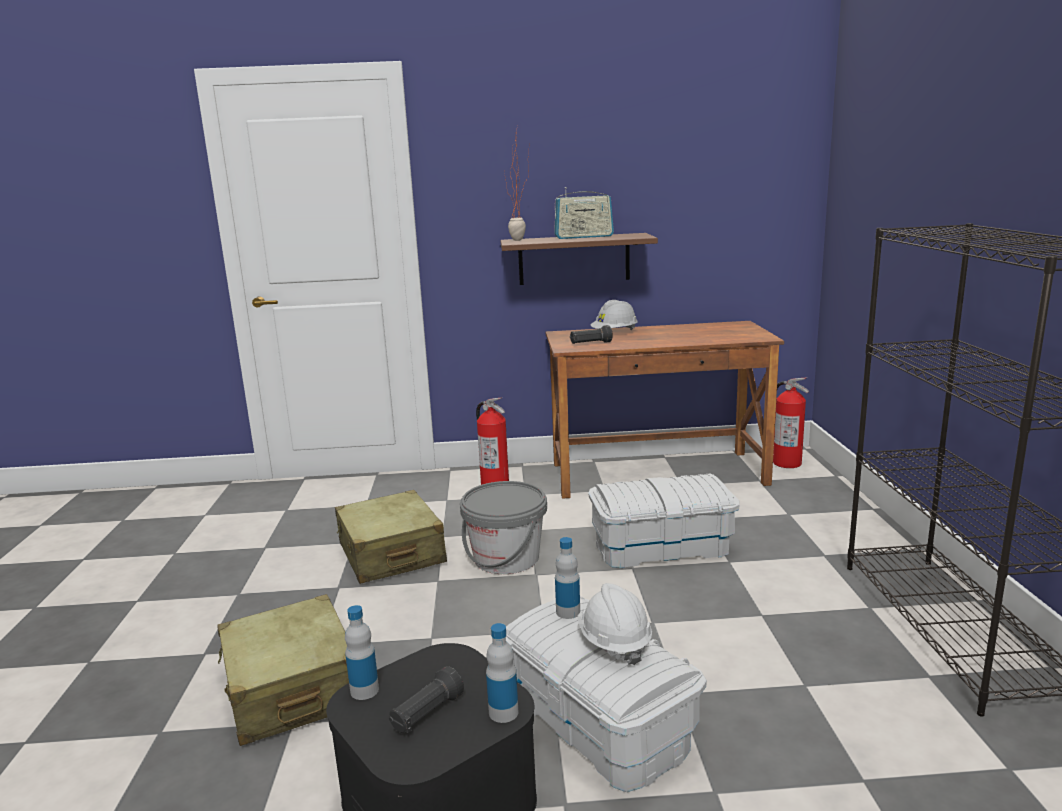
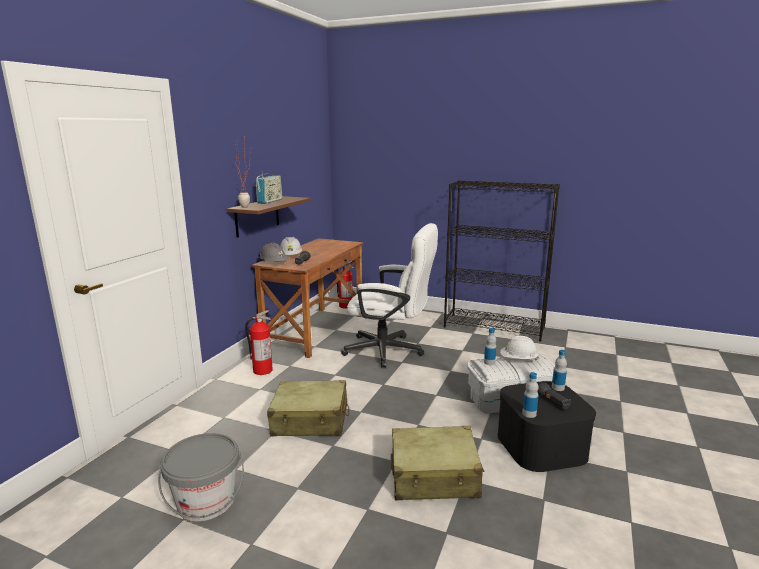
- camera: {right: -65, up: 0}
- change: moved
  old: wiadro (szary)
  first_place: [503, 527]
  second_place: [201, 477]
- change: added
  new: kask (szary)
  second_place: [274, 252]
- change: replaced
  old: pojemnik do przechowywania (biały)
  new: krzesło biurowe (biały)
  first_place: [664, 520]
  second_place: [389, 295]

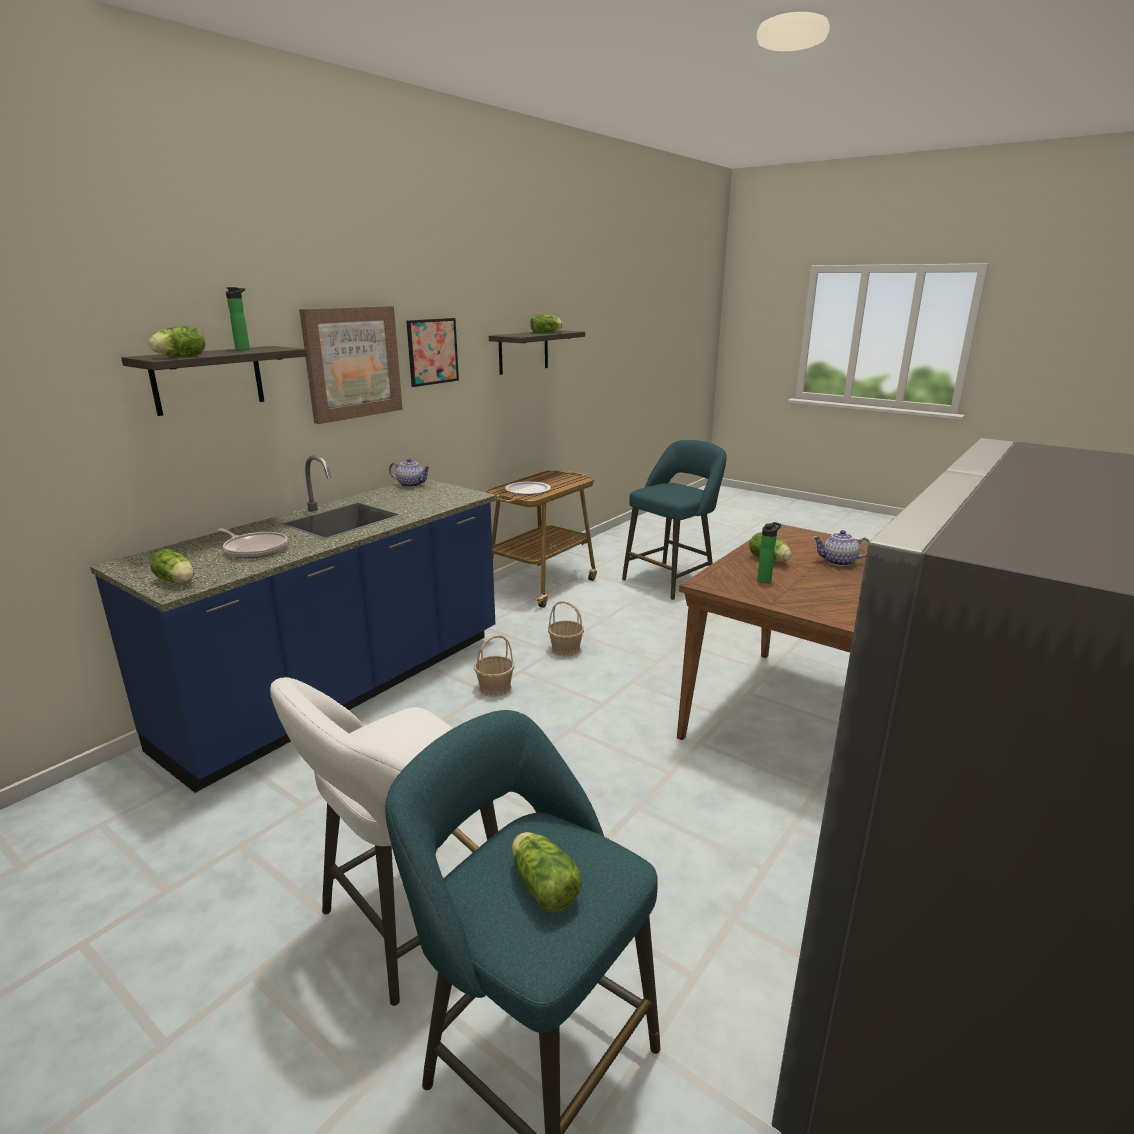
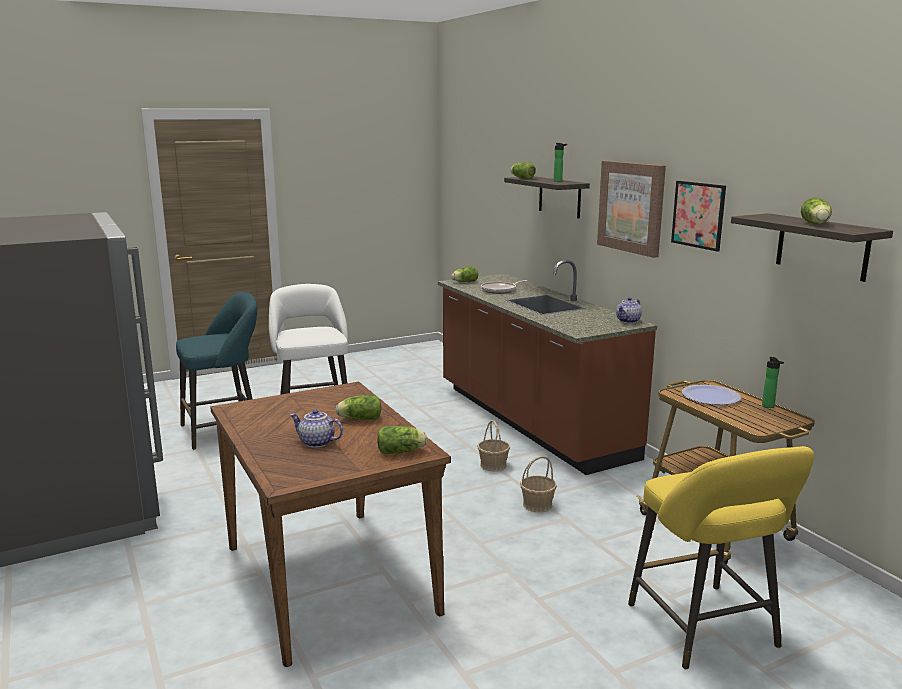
- camera: {right: 115, up: -5}
- change: turned
  old: imbryk
  first_place: [841, 548]
  second_place: [316, 428]
  degrees: -105
- change: moved
  old: sałata
  first_place: [547, 872]
  second_place: [402, 440]
- change: recoloured
  old: zabudowa kuchenna (niebieski)
  new: zabudowa kuchenna (brązowy)
  first_place: [293, 624]
  second_place: [547, 367]
- change: recoloured
  old: stołek (turkusowy)
  new: stołek (żółty)
  first_place: [674, 520]
  second_place: [721, 558]
- change: moved
  old: butelka
  first_place: [769, 552]
  second_place: [773, 382]

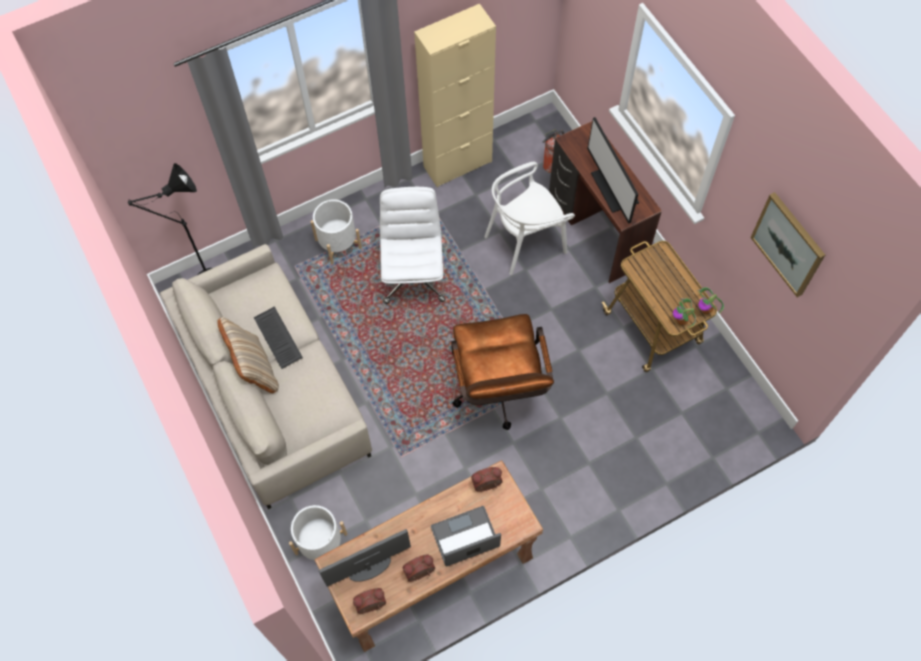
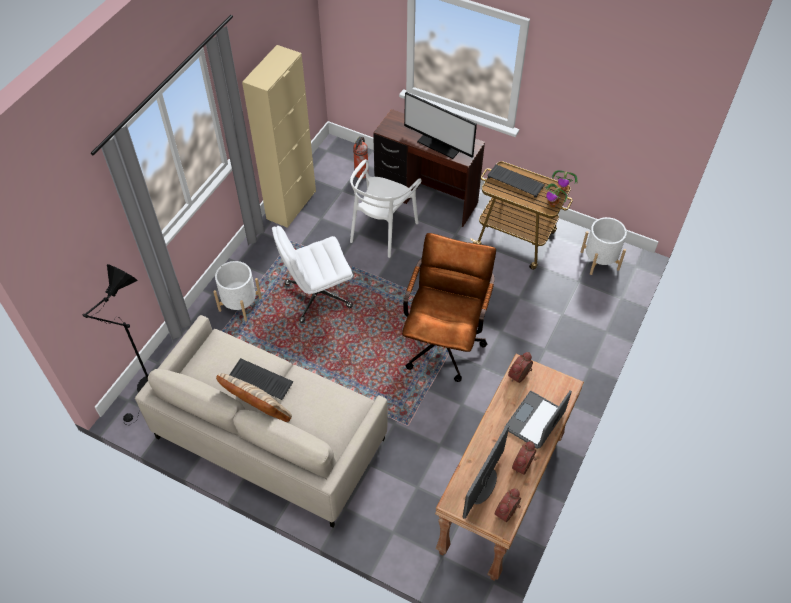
- camera: {right: -35, up: -10}
- change: turned
  old: krzesło biurowe (biały)
  first_place: [412, 245]
  second_place: [312, 274]
  degrees: -75
- change: turned
  old: krzesło biurowe (brązowy)
  first_place: [502, 372]
  second_place: [449, 307]
  degrees: -120
- change: added
  new: klawiatura
  second_place: [516, 181]
- change: moved
  old: donica (biały)
  first_place: [318, 532]
  second_place: [604, 246]
- change: removed
  old: obraz
  first_place: [787, 244]

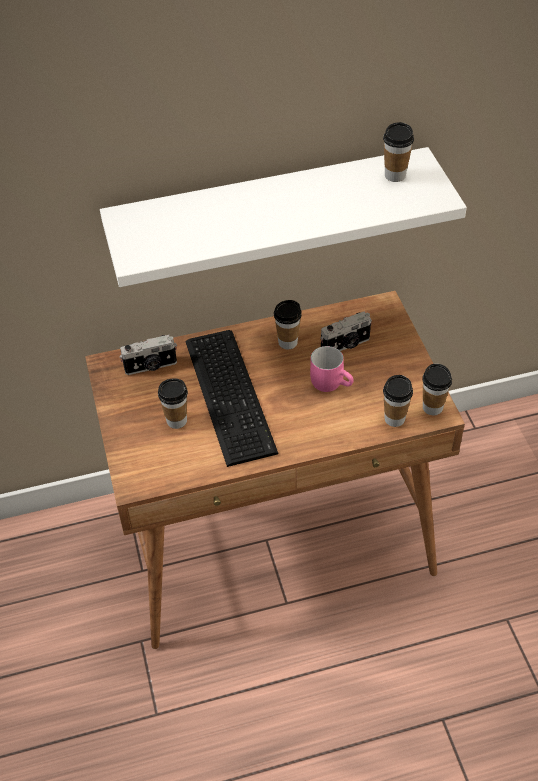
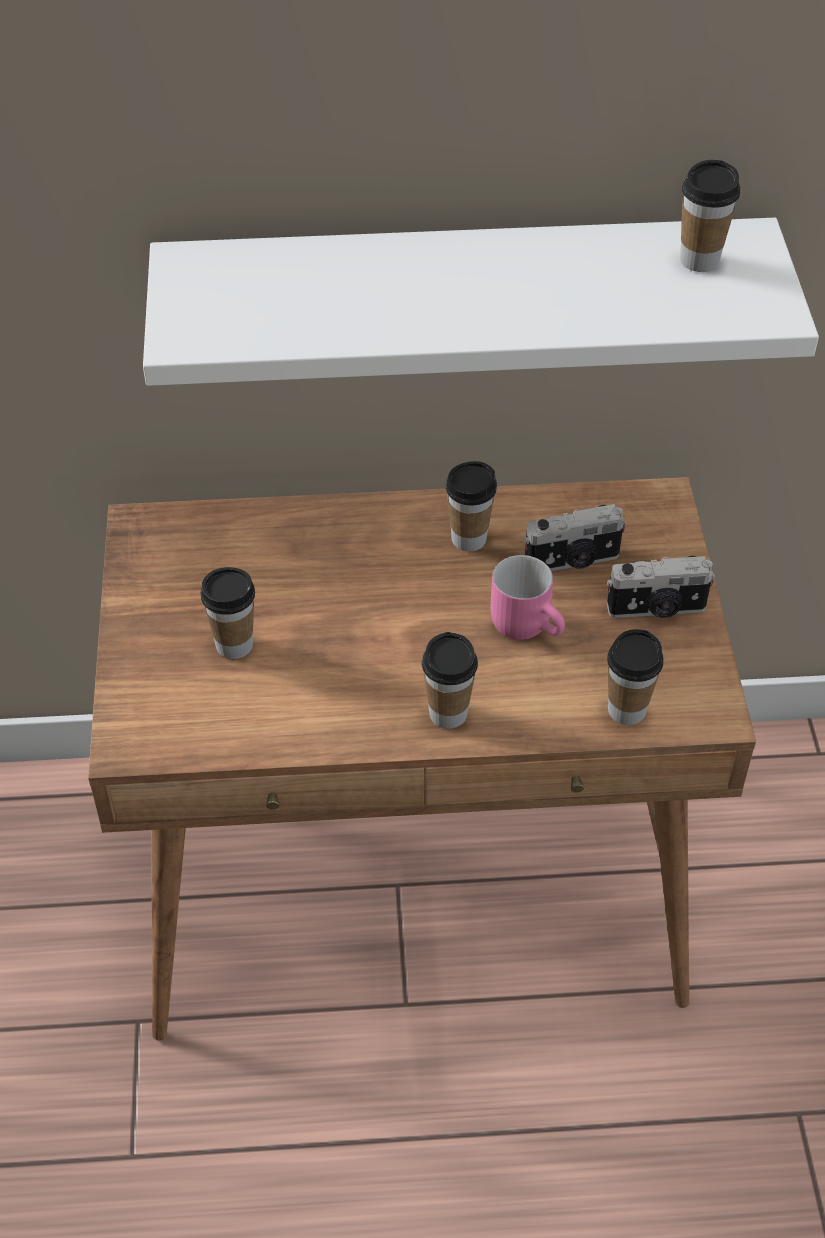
- camera: {right: 10, up: 0}
- change: moved
  old: filiżanka
  first_place: [437, 389]
  second_place: [450, 680]
- change: moved
  old: aparat fotograficzny
  first_place: [148, 355]
  second_place: [661, 587]
- change: removed
  old: klawiatura
  first_place: [231, 398]

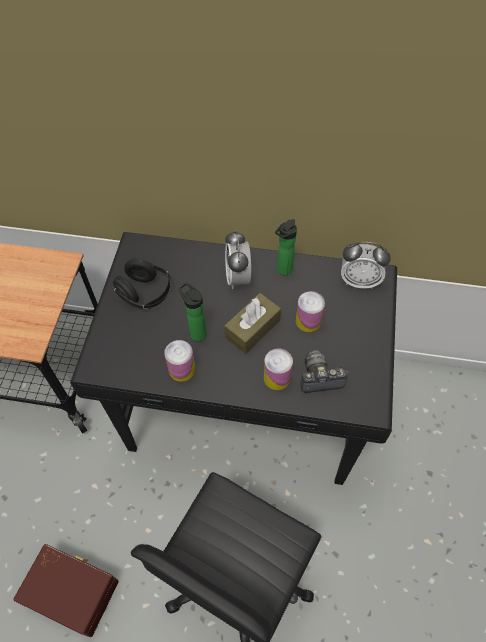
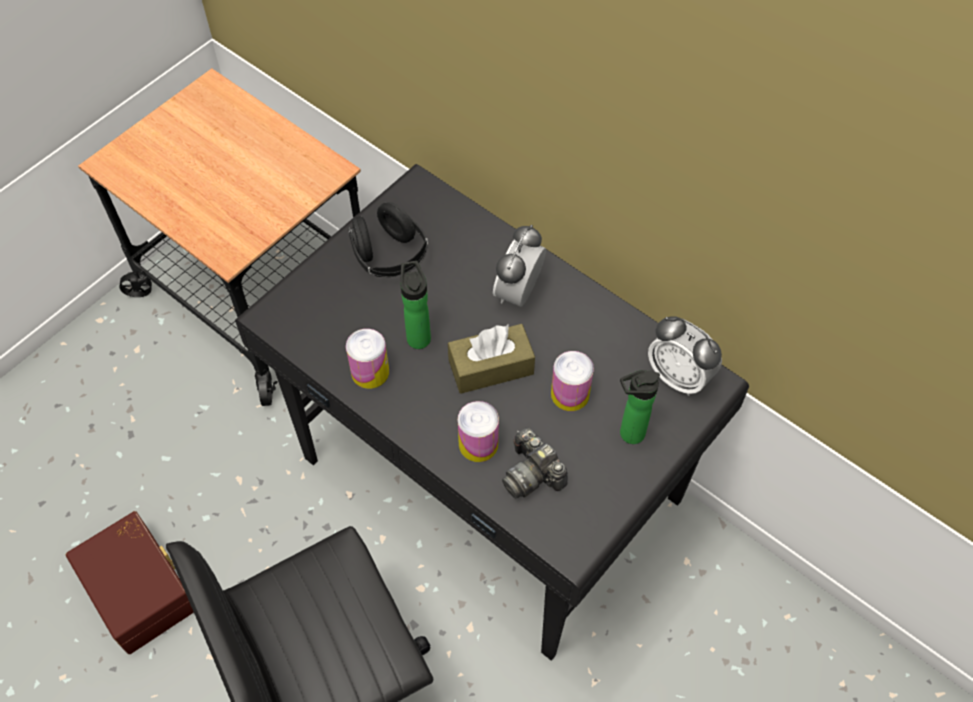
- camera: {right: 30, up: 0}
- change: turned
  old: aparat fotograficzny
  first_place: [324, 371]
  second_place: [534, 463]
  degrees: -150
- change: moved
  old: butelka
  first_place: [286, 247]
  second_place: [640, 407]

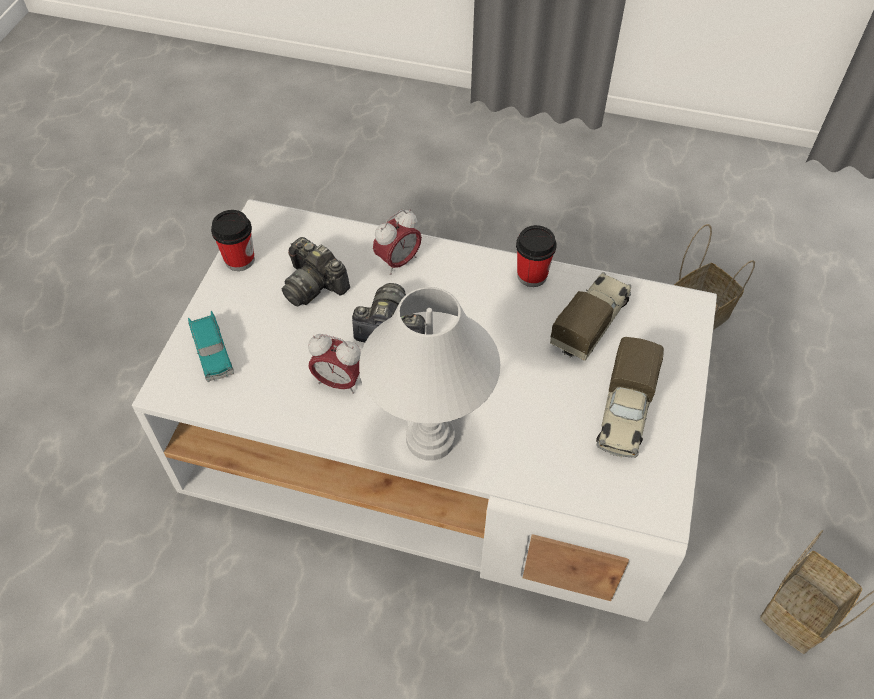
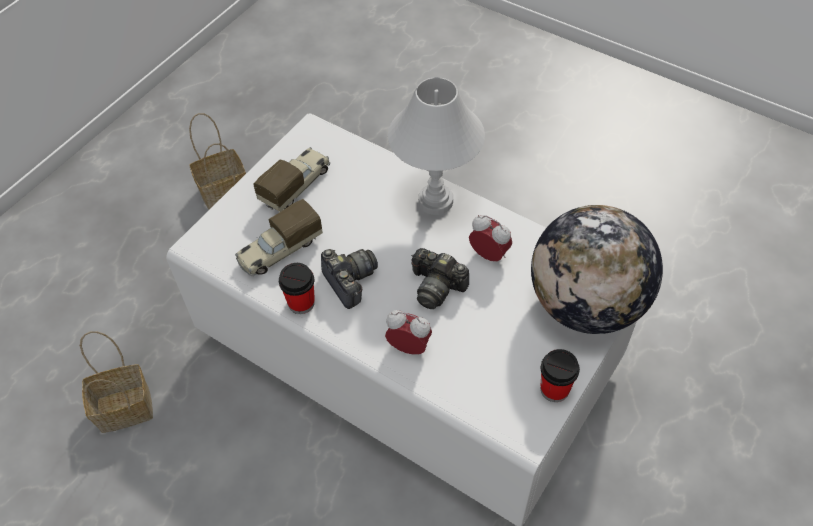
- camera: {right: -160, up: 0}
- change: moved
  old: aparat fotograficzny
  first_place: [316, 271]
  second_place: [349, 279]
- change: turned
  old: budzik
  first_place: [397, 242]
  second_place: [408, 332]
  degrees: 45
- change: replaced
  old: samochodzik
  new: globus
  first_place: [211, 346]
  second_place: [597, 269]

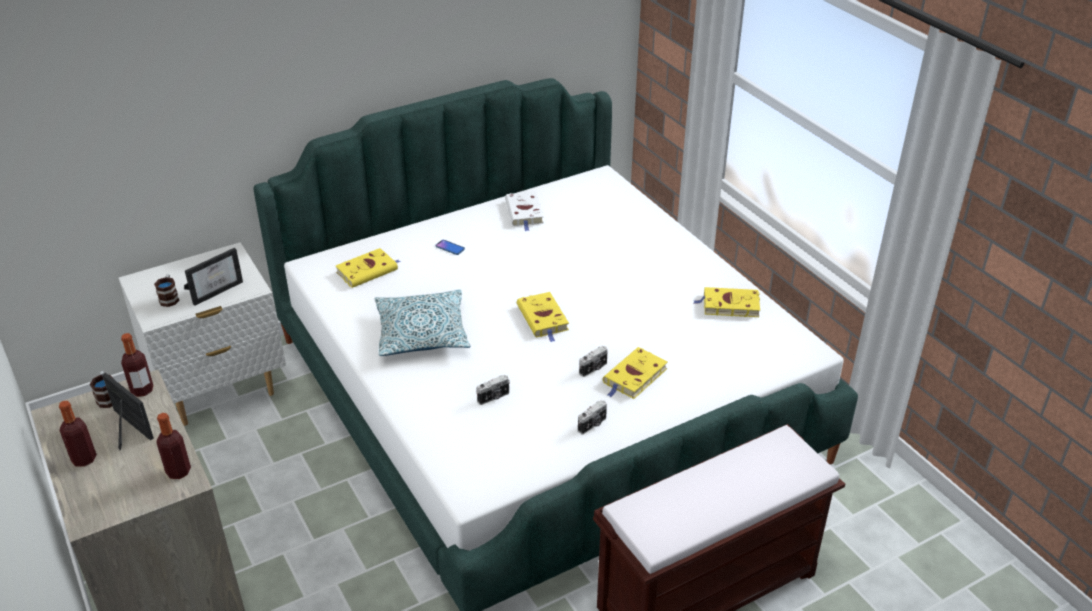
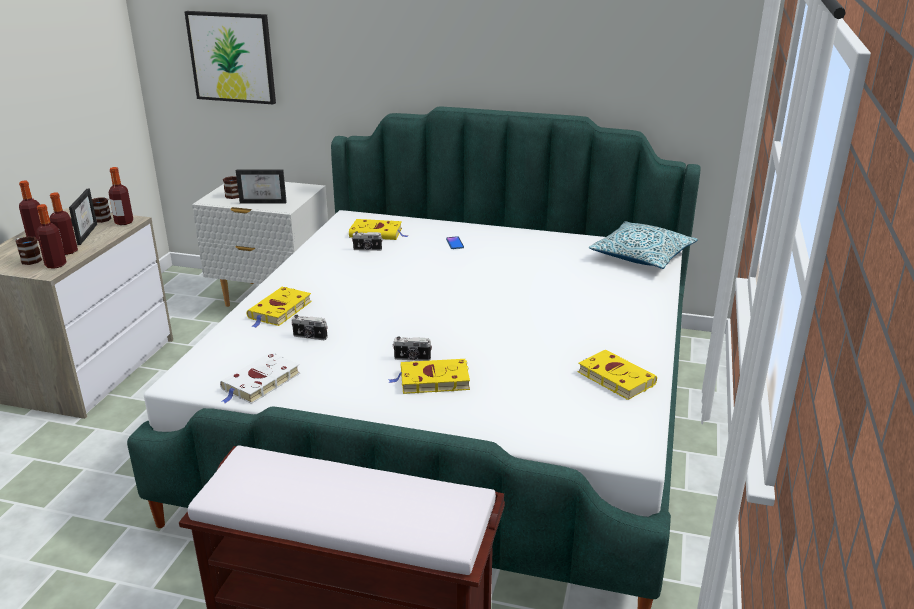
- camera: {right: 45, up: -10}
- change: added
  new: kubek
  second_place: [28, 250]
- change: added
  new: butelka
  second_place: [64, 223]
- change: added
  new: obraz
  second_place: [230, 58]
- change: moved
  old: książka (biały)
  first_place: [524, 211]
  second_place: [260, 378]
- change: moved
  old: książka (żółty)
  first_place: [543, 317]
  second_place: [279, 307]
- change: moved
  old: aparat fotograficzny
  first_place: [592, 417]
  second_place: [367, 241]
- change: moved
  old: poduszka
  first_place: [422, 322]
  second_place: [643, 245]

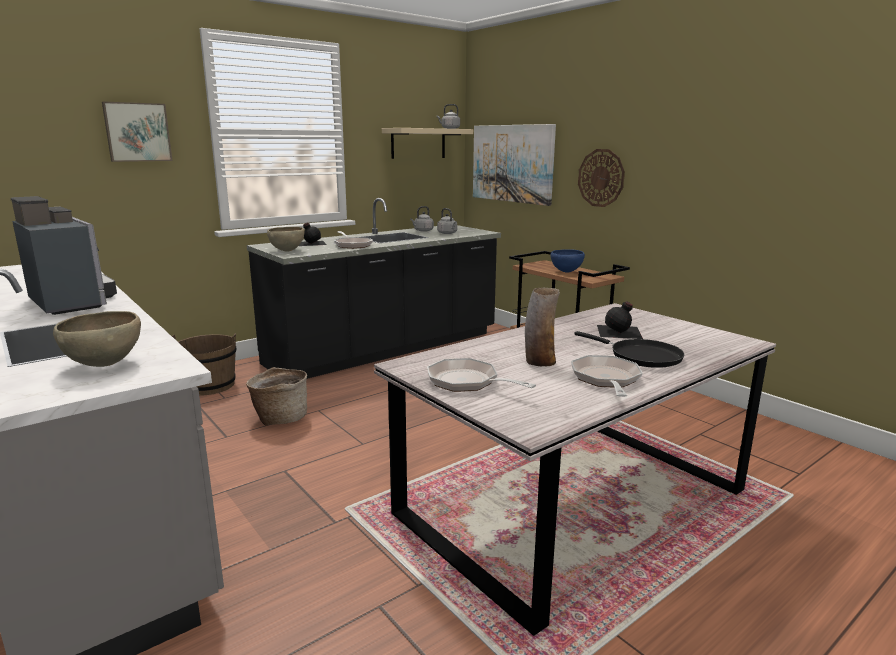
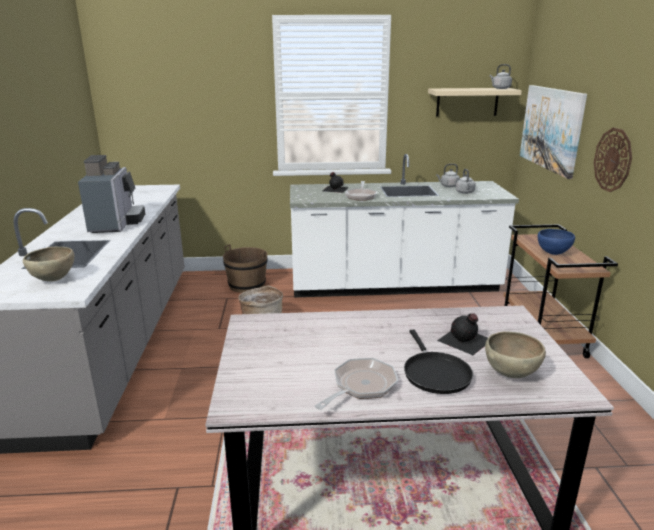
- camera: {right: 35, up: 5}
- change: recoloured
  old: zabudowa kuchenna (czarny)
  new: zabudowa kuchenna (biały)
  first_place: [374, 288]
  second_place: [404, 225]
- change: moved
  old: miska (brązowy)
  first_place: [286, 239]
  second_place: [515, 354]
- change: removed
  old: obraz
  first_place: [137, 131]
- change: removed
  old: patelnia
  first_place: [481, 375]
- change: removed
  old: wazon
  first_place: [542, 326]

